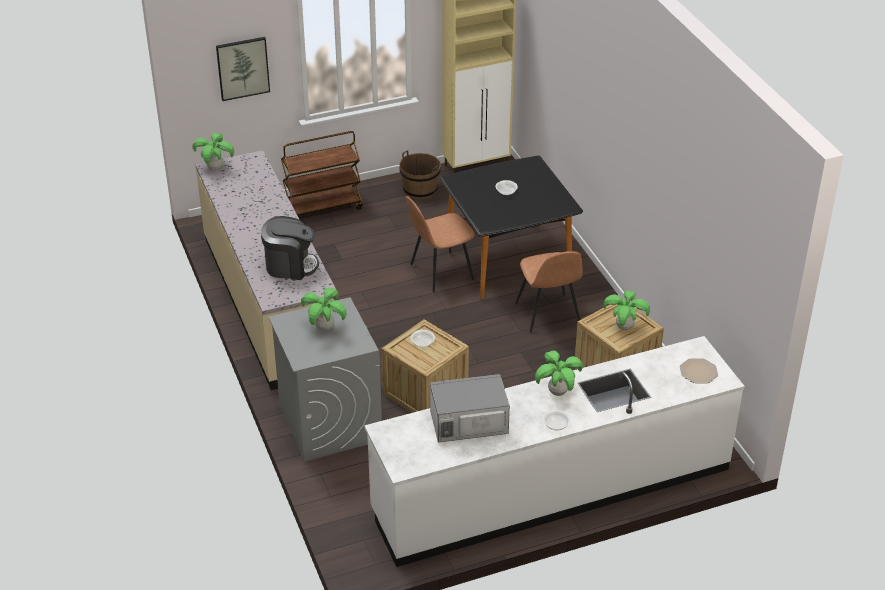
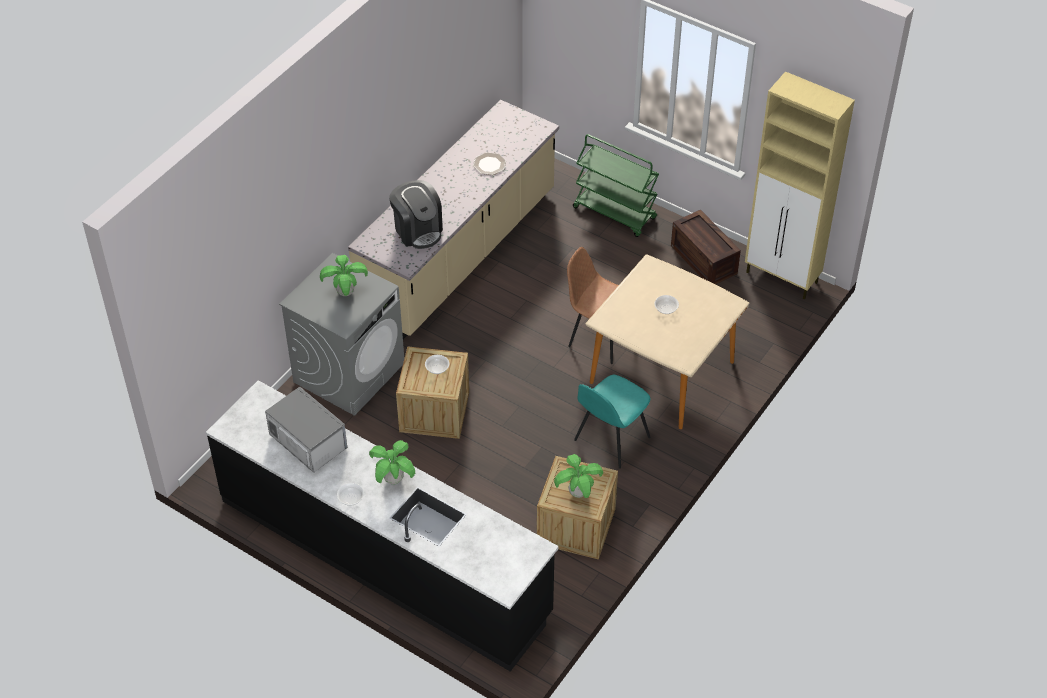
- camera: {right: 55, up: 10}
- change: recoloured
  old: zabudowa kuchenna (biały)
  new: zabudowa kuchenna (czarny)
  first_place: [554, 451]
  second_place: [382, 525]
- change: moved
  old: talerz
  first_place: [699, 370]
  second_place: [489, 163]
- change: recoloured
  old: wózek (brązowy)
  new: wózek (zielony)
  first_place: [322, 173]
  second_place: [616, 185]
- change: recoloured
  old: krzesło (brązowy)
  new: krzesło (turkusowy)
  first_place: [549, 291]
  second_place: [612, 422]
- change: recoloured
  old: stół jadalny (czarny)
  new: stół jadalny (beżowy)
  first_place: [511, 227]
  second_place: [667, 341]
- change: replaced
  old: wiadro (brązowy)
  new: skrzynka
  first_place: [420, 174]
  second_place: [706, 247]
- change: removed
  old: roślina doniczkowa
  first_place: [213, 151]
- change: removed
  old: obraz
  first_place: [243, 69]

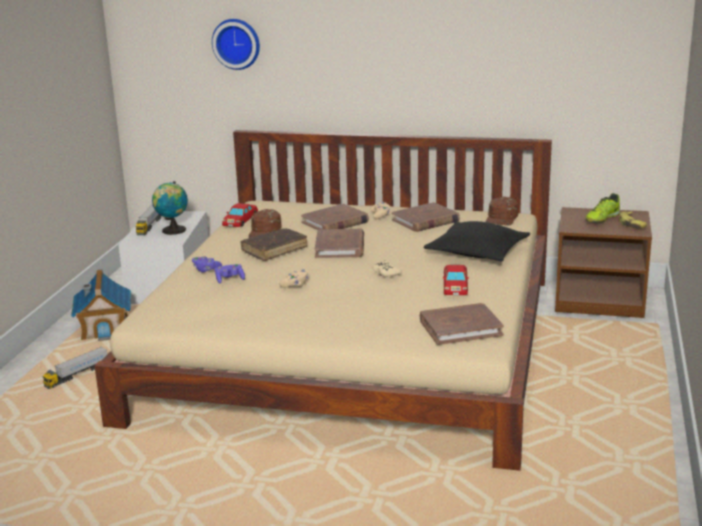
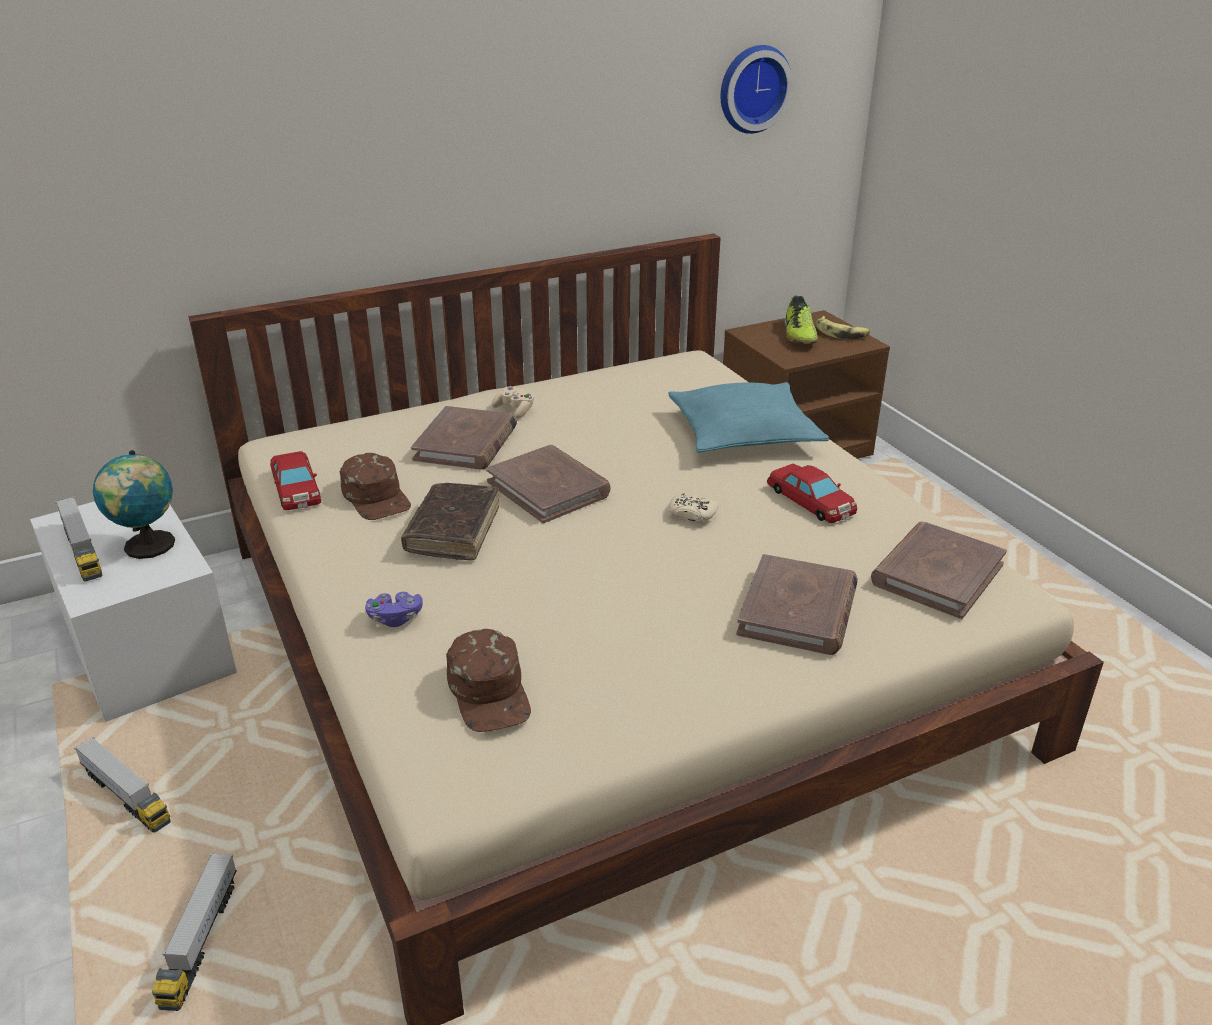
- camera: {right: -40, up: 10}
- change: replaced
  old: domek
  new: ciężarówka zabawkowa
  first_place: [101, 305]
  second_place: [122, 784]
- change: moved
  old: czapka z daszkiem (brązowy)
  first_place: [501, 211]
  second_place: [488, 680]
- change: recoloured
  old: poduszka (czarny)
  new: poduszka (turkusowy)
  first_place: [477, 241]
  second_place: [748, 417]
- change: moved
  old: zegar ścienny
  first_place: [236, 44]
  second_place: [757, 89]
- change: moved
  old: książka (brązowy)
  first_place: [426, 217]
  second_place: [797, 604]
- change: removed
  old: pad do gier (fioletowy)
  first_place: [230, 274]
- change: removed
  old: pad do gier (beżowy)
  first_place: [293, 278]

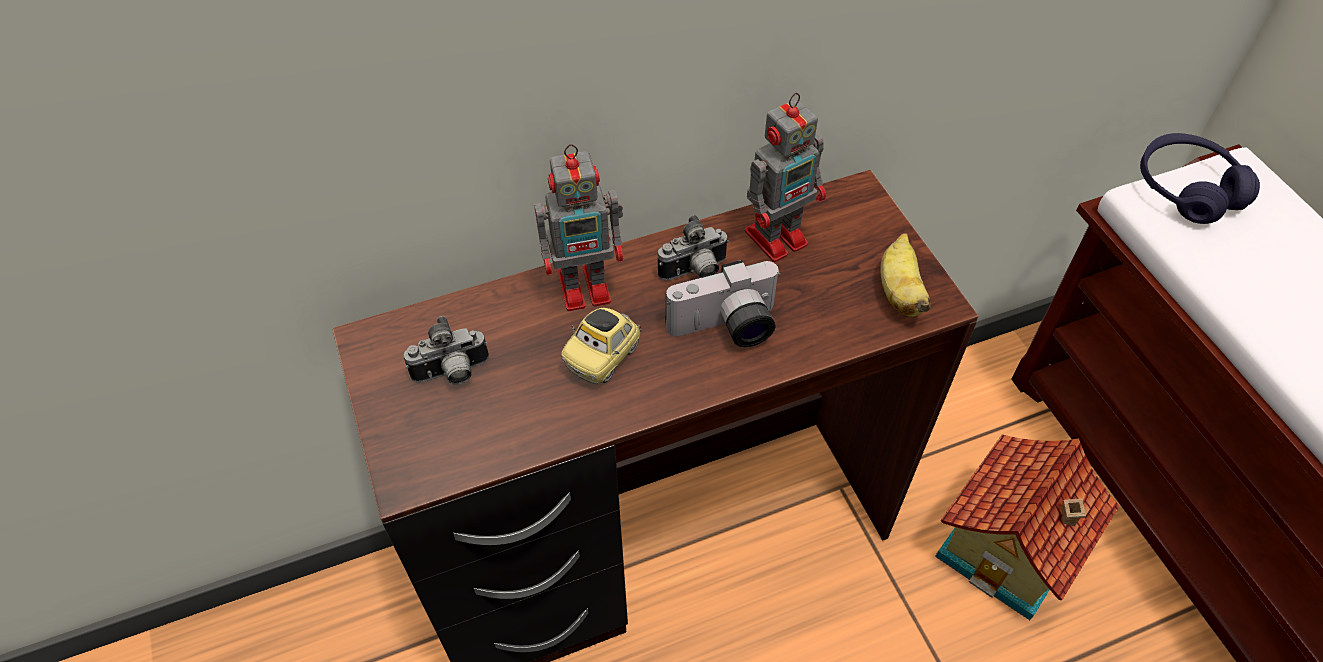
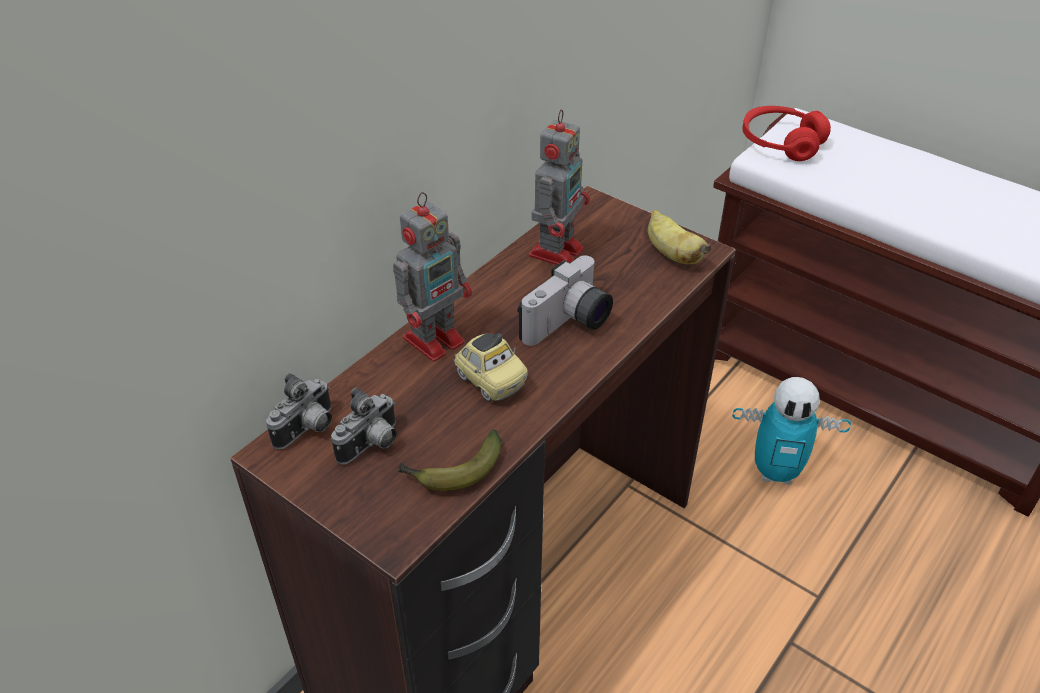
- camera: {right: -30, up: -10}
- change: moved
  old: aparat fotograficzny
  first_place: [693, 248]
  second_place: [299, 411]
- change: added
  new: banan
  second_place: [449, 460]
- change: turned
  old: samochodzik
  first_place: [601, 346]
  second_place: [491, 367]
  degrees: -45
- change: replaced
  old: domek
  new: robot zabawkowy
  first_place: [1027, 527]
  second_place: [791, 431]
- change: recoloured
  old: słuchawki (fioletowy)
  new: słuchawki (czerwony)
  first_place: [1200, 178]
  second_place: [787, 133]

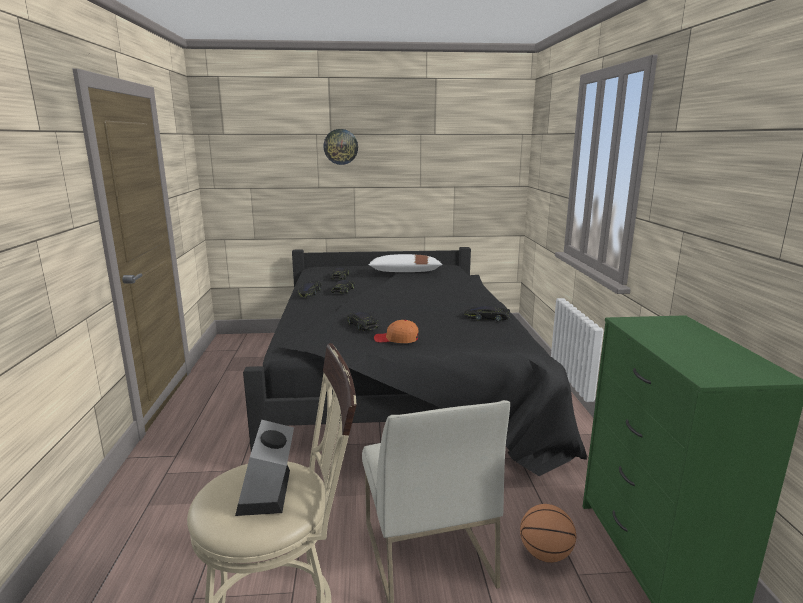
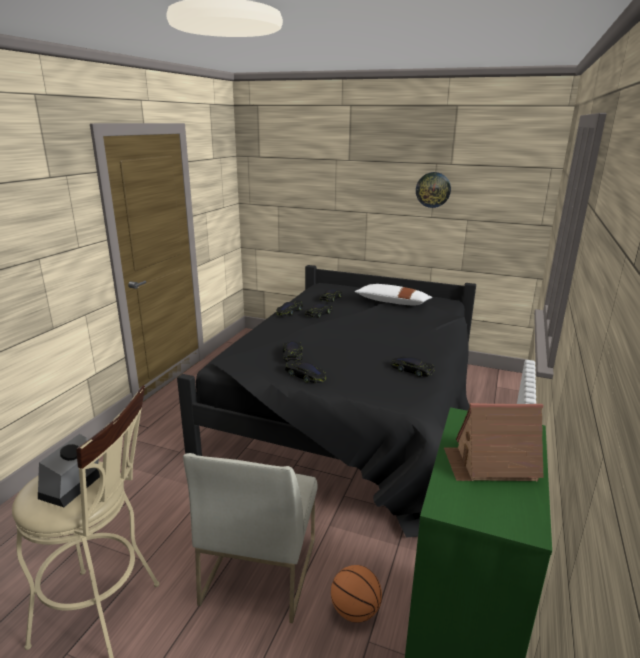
- camera: {right: 25, up: 5}
- change: replaced
  old: czapka z daszkiem (pomarańczowy)
  new: samochodzik (czarny)
  first_place: [396, 331]
  second_place: [306, 371]
- change: moved
  old: zegar ścienny
  first_place: [340, 147]
  second_place: [433, 190]
- change: added
  new: domek
  second_place: [494, 442]

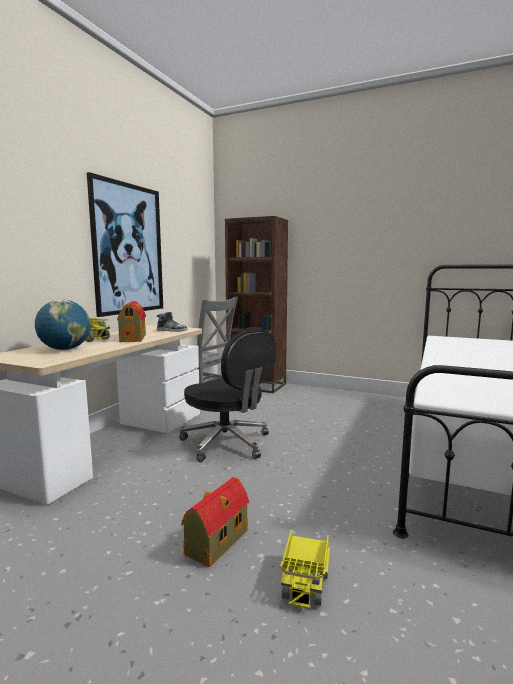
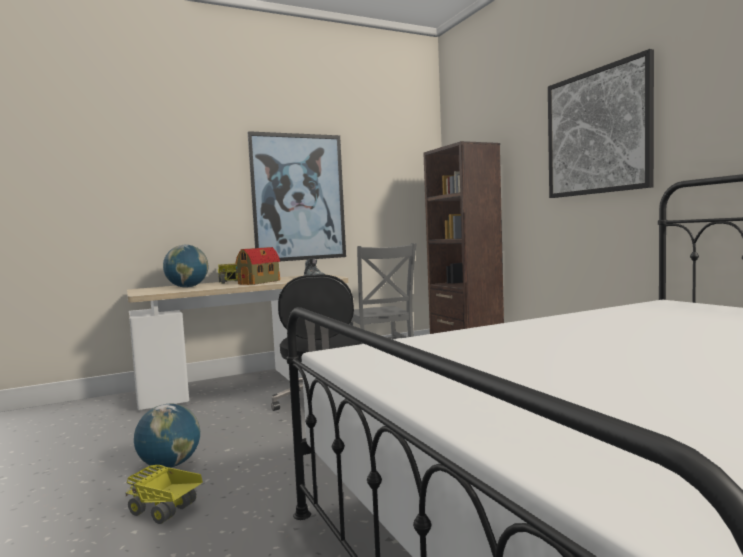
- camera: {right: 40, up: -5}
- change: turned
  old: ciężarówka zabawkowa
  first_place: [305, 569]
  second_place: [164, 494]
  degrees: 60
- change: replaced
  old: domek
  new: globus
  first_place: [215, 522]
  second_place: [167, 436]
- change: added
  new: obraz
  second_place: [601, 123]

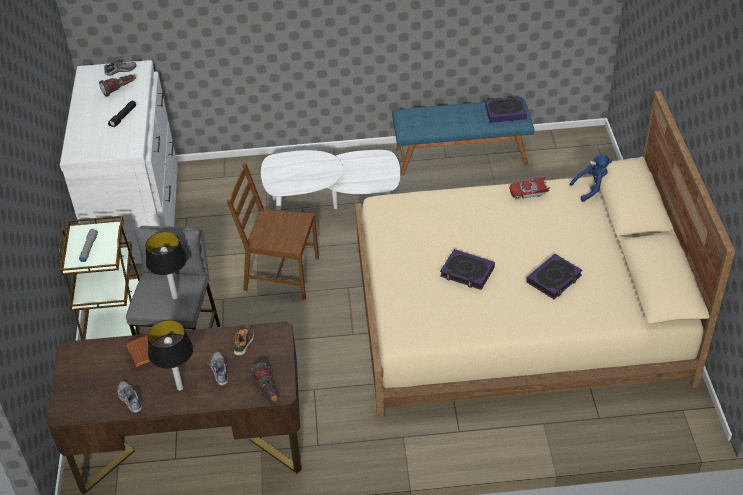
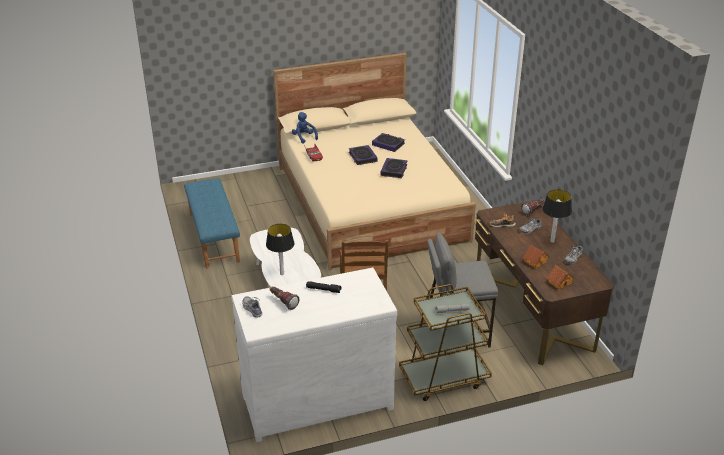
- camera: {right: -105, up: -10}
- change: moved
  old: lampa stołowa
  first_place: [166, 266]
  second_place: [280, 249]
- change: moved
  old: książka
  first_place: [506, 110]
  second_place: [363, 155]
- change: added
  new: domek
  second_place: [560, 277]

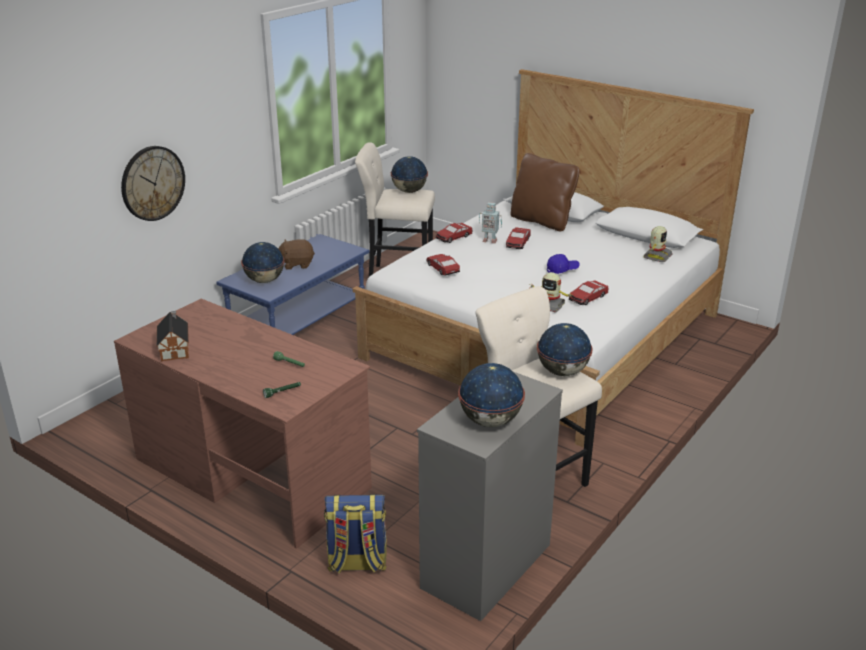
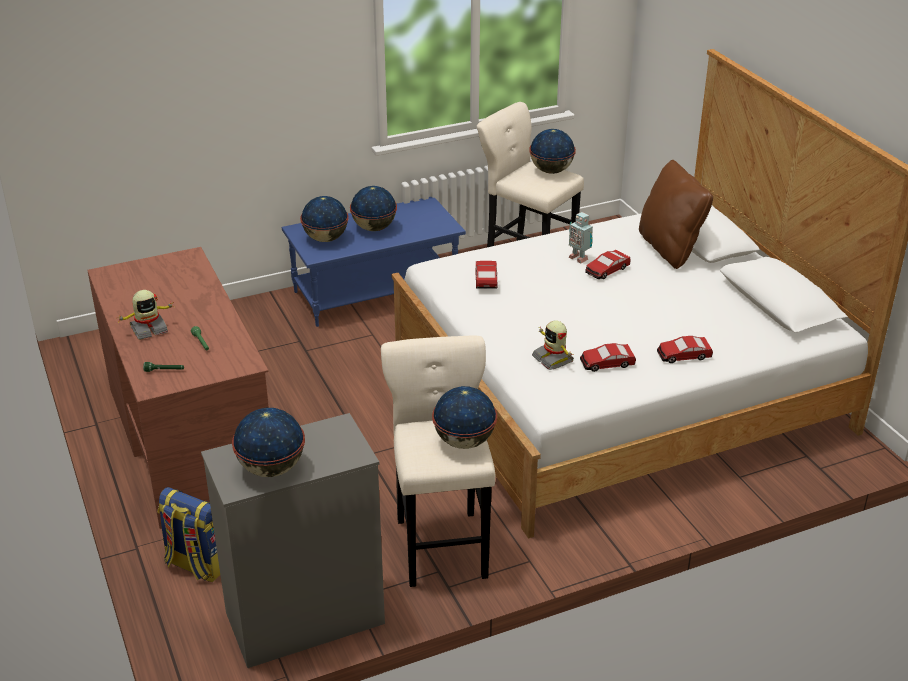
- camera: {right: 30, up: 5}
- change: moved
  old: robot zabawkowy
  first_place: [658, 244]
  second_place: [146, 315]
- change: replaced
  old: pluszak (brązowy)
  new: globus
  first_place: [296, 254]
  second_place: [373, 208]
- change: moved
  old: samochodzik
  first_place: [454, 233]
  second_place: [685, 349]
- change: removed
  old: zegar ścienny
  first_place: [153, 183]
- change: removed
  old: domek
  first_place: [173, 336]
- change: removed
  old: czapka z daszkiem (niebieski)
  first_place: [563, 264]

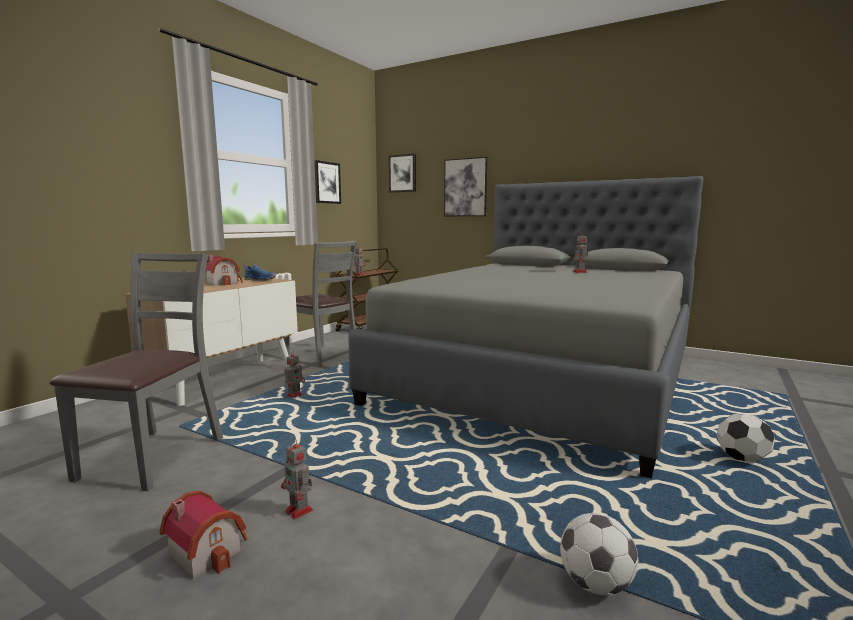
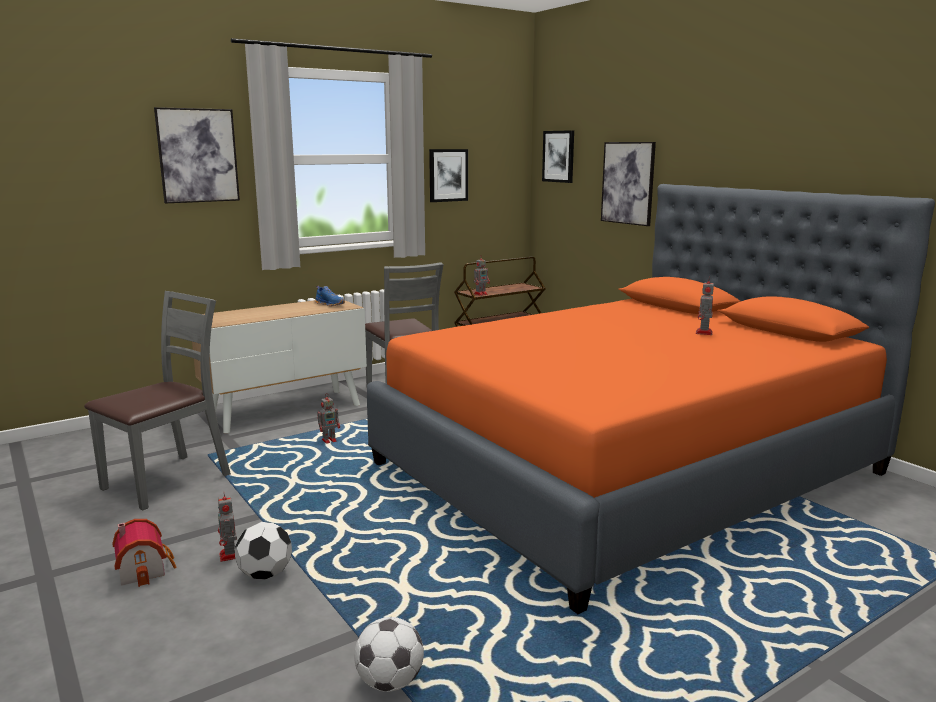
- camera: {right: 25, up: 5}
- change: added
  new: obraz
  second_place: [197, 155]
- change: moved
  old: piłka futbolowa
  first_place: [746, 438]
  second_place: [263, 551]
- change: recoloured
  old: łóżko (szary)
  new: łóżko (pomarańczowy)
  first_place: [526, 327]
  second_place: [651, 399]
- change: removed
  old: domek
  first_place: [224, 270]

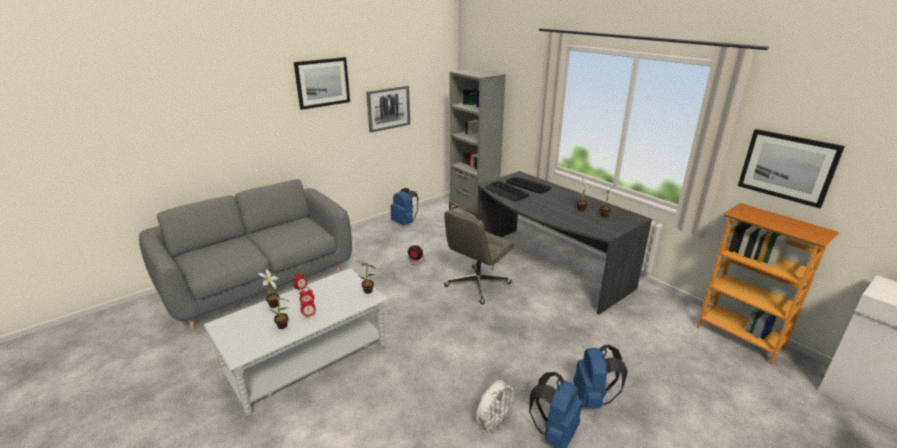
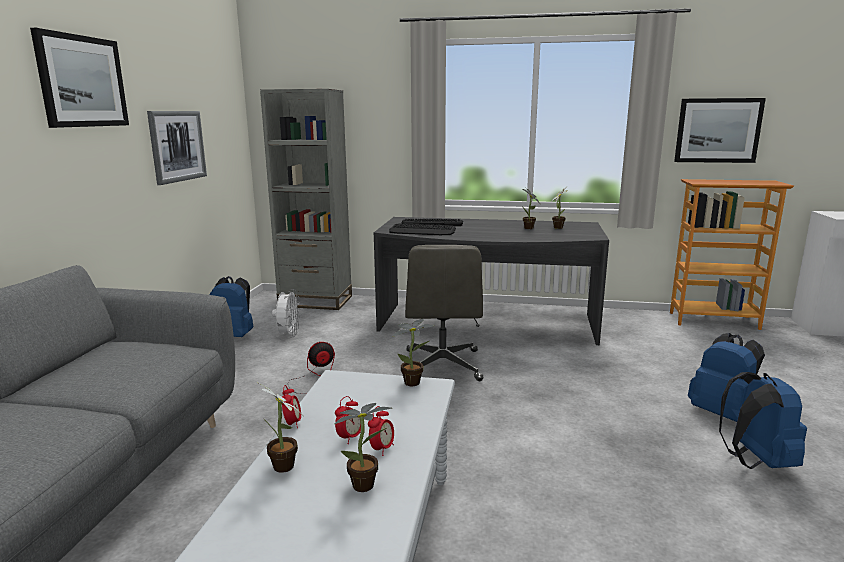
- camera: {right: -40, up: -10}
- change: moved
  old: wentylator (biały)
  first_place: [497, 406]
  second_place: [286, 313]

